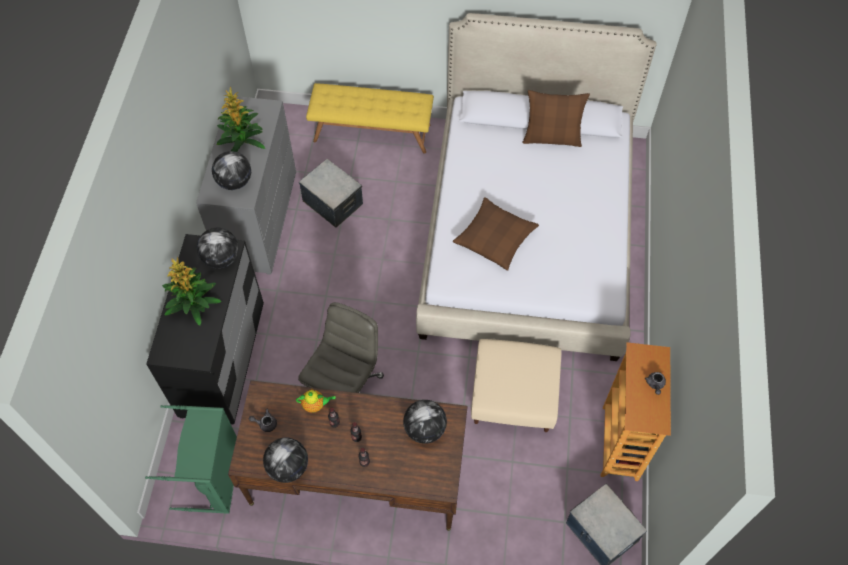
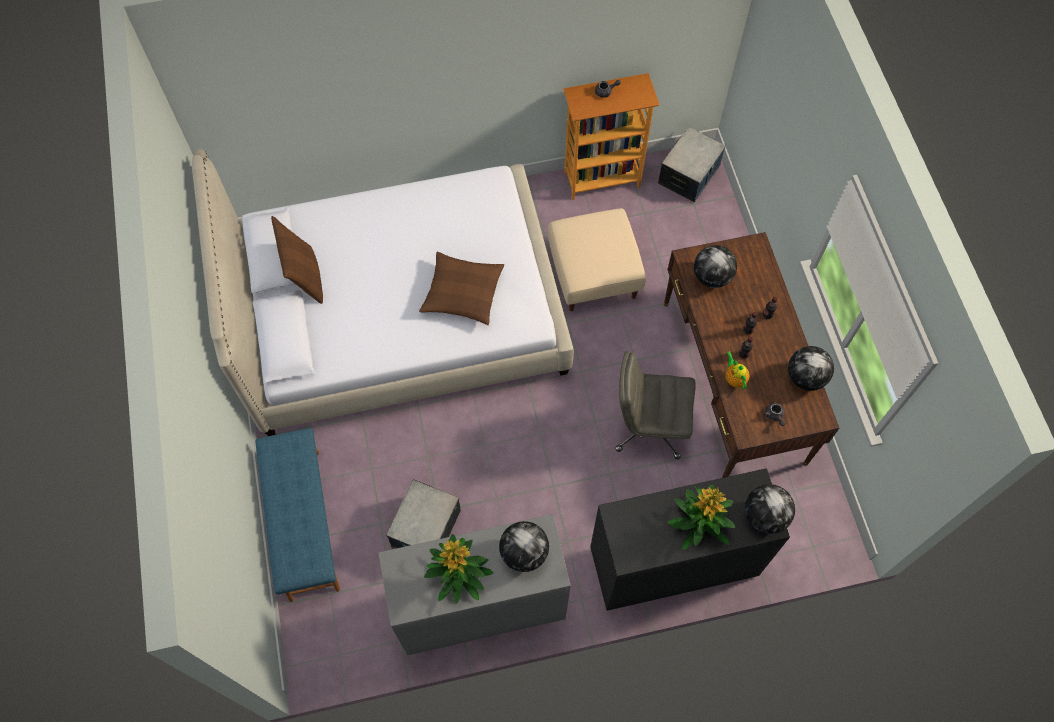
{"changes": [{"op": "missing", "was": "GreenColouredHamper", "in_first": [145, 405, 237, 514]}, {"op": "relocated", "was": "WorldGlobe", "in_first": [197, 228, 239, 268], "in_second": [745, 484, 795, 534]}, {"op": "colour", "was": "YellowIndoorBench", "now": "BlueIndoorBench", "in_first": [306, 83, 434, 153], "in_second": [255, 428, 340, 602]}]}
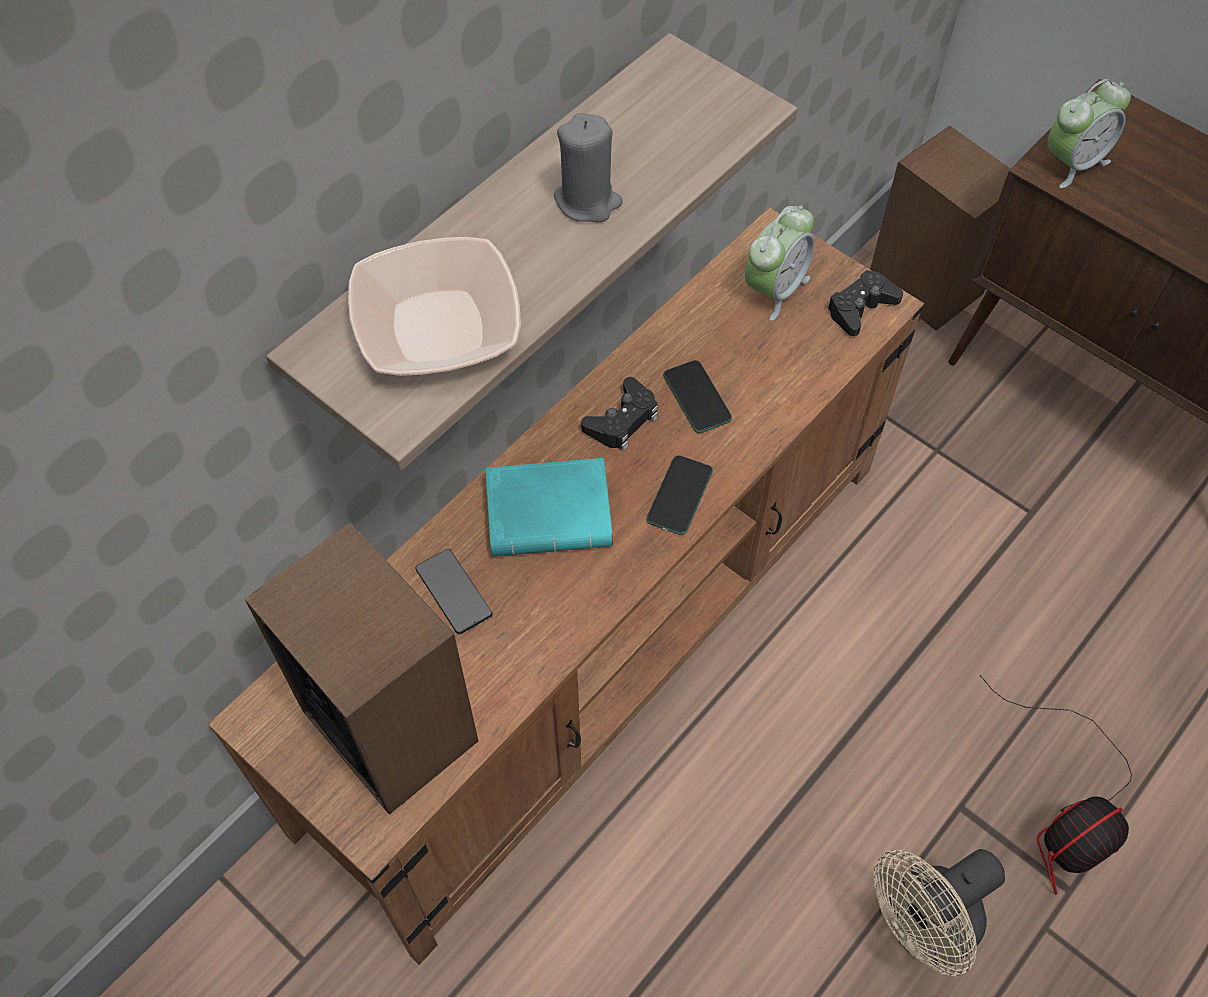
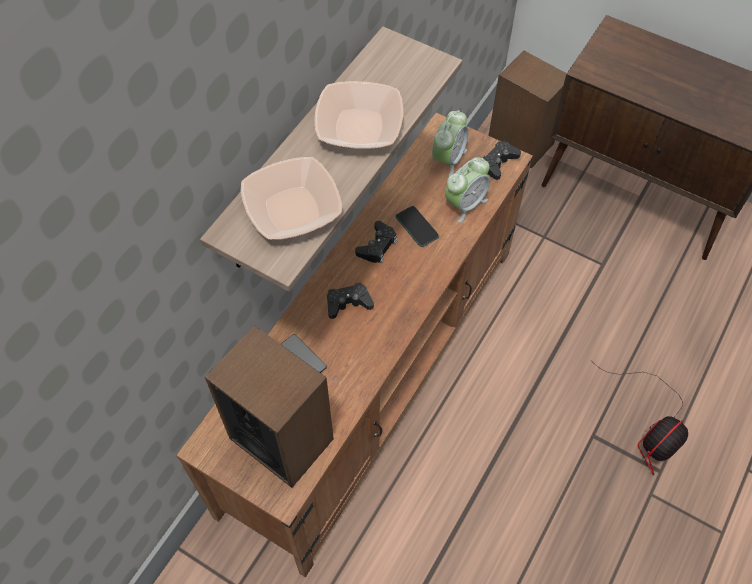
{"changes": [{"op": "missing", "was": "Phone", "in_first": [646, 455, 713, 535]}, {"op": "missing", "was": "BeigeColouredElectricFan", "in_first": [874, 849, 1005, 976]}, {"op": "relocated", "was": "TableClock", "in_first": [1048, 79, 1131, 188], "in_second": [445, 157, 490, 223]}, {"op": "exchanged", "was": "TurquoiseBook", "now": "BlackJoypad", "in_first": [485, 458, 613, 556], "in_second": [327, 282, 374, 319]}, {"op": "exchanged", "was": "GrayWaxLight", "now": "Bowl", "in_first": [554, 113, 623, 223], "in_second": [315, 81, 403, 149]}]}
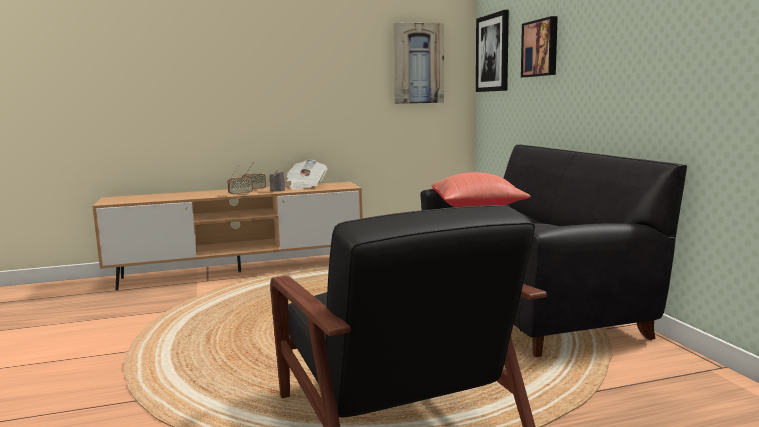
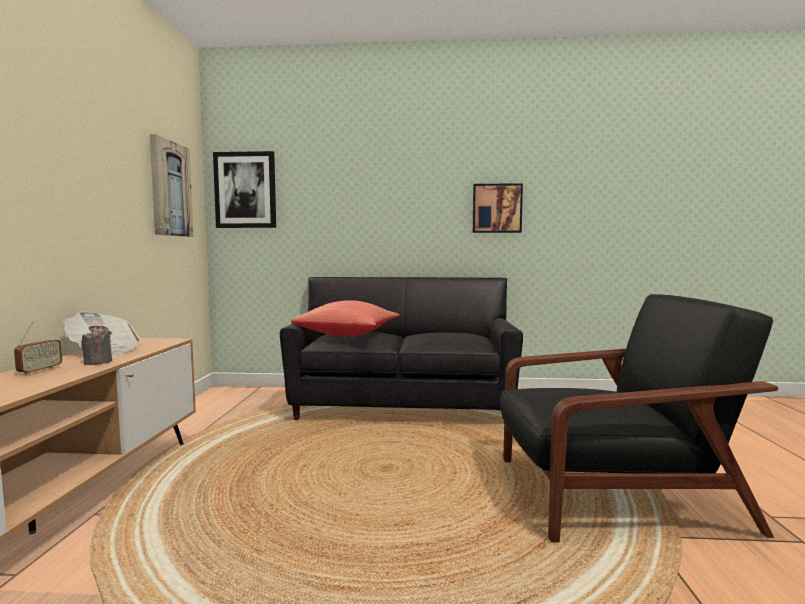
{"changes": [{"op": "missing", "was": "RadioReceiver", "in_first": [227, 165, 253, 196]}, {"op": "relocated", "was": "WallArt", "in_first": [521, 16, 558, 77], "in_second": [473, 183, 523, 233]}]}
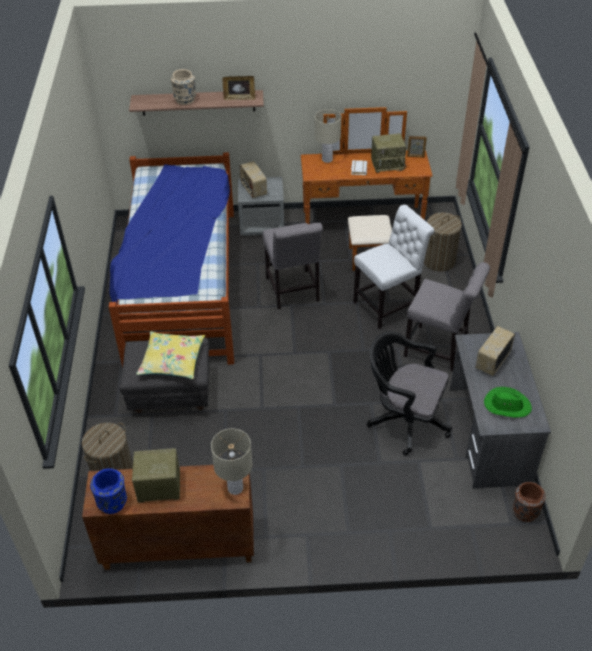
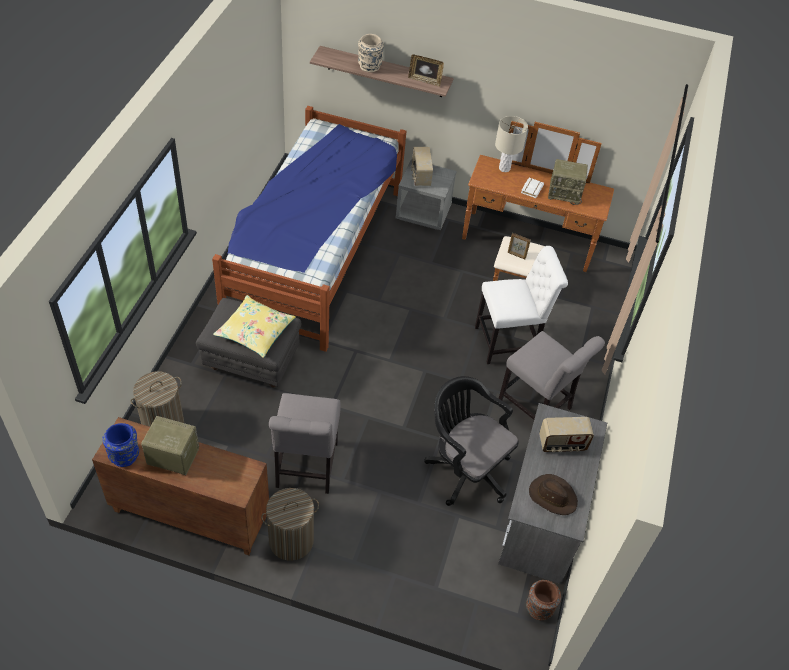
{"changes": [{"op": "missing", "was": "BeigeColouredTableLamp", "in_first": [211, 429, 252, 495]}, {"op": "relocated", "was": "GrayUprightChair", "in_first": [263, 223, 323, 309], "in_second": [269, 393, 341, 494]}, {"op": "relocated", "was": "PictureFrame", "in_first": [407, 136, 427, 158], "in_second": [508, 233, 531, 259]}, {"op": "relocated", "was": "Hamper", "in_first": [424, 212, 462, 271], "in_second": [261, 488, 319, 561]}, {"op": "colour", "was": "GreenColouredClothingHat", "now": "BrownClothingHat", "in_first": [484, 387, 532, 418], "in_second": [529, 474, 578, 515]}, {"op": "spun", "was": "RadioReceiver", "in_first": [475, 326, 515, 376], "in_second": [539, 417, 594, 453], "clockwise": -150}]}
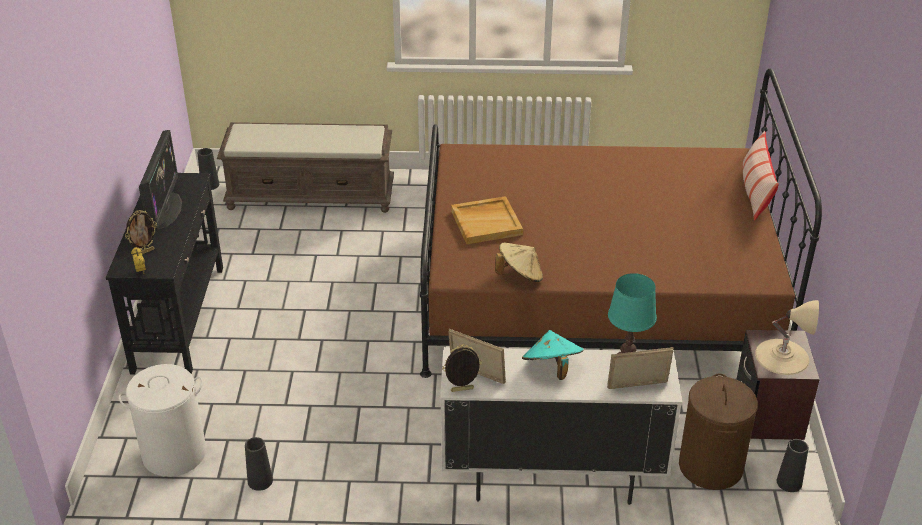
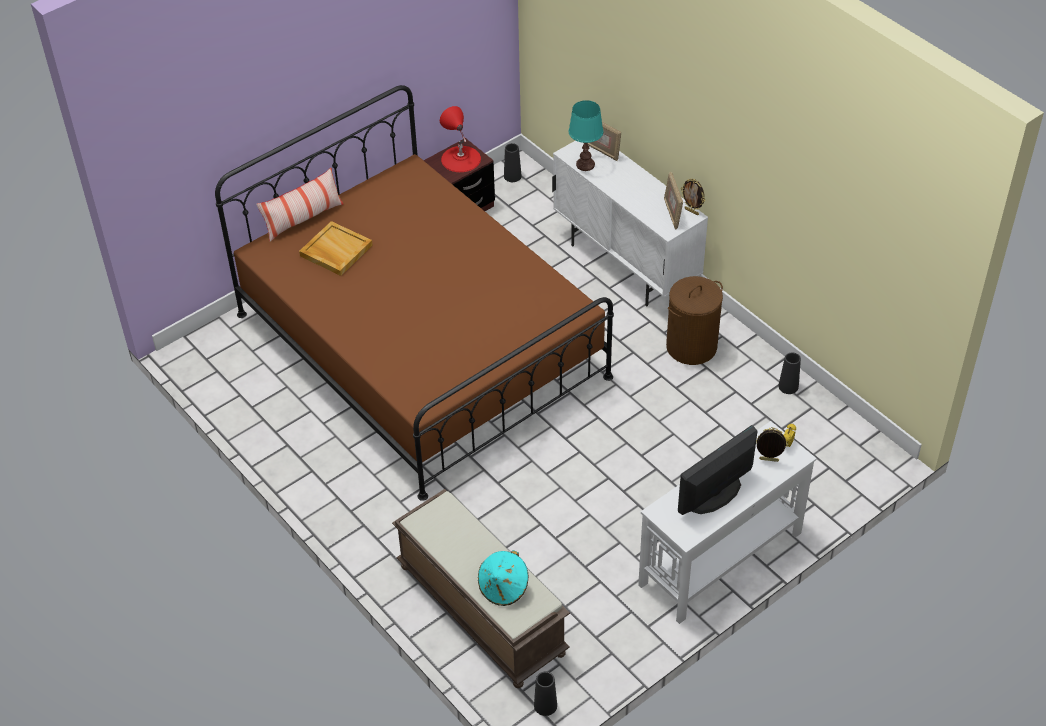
{"changes": [{"op": "missing", "was": "WhitishHamper", "in_first": [119, 364, 206, 477]}, {"op": "missing", "was": "BeigeColouredClothingHat", "in_first": [495, 243, 543, 282]}, {"op": "relocated", "was": "BeigeColouredServingTray", "in_first": [451, 196, 523, 244], "in_second": [299, 221, 373, 276]}, {"op": "relocated", "was": "TurquoiseClothingHat", "in_first": [522, 330, 584, 380], "in_second": [478, 550, 528, 606]}, {"op": "relocated", "was": "BrownHamper", "in_first": [679, 373, 758, 490], "in_second": [666, 276, 723, 365]}, {"op": "colour", "was": "BlackConsoleTable", "now": "WhitishConsoleTable", "in_first": [106, 173, 223, 374], "in_second": [638, 421, 817, 624]}, {"op": "colour", "was": "BeigeColouredTableLamp", "now": "RedTableLamp", "in_first": [755, 300, 819, 375], "in_second": [440, 106, 481, 172]}]}
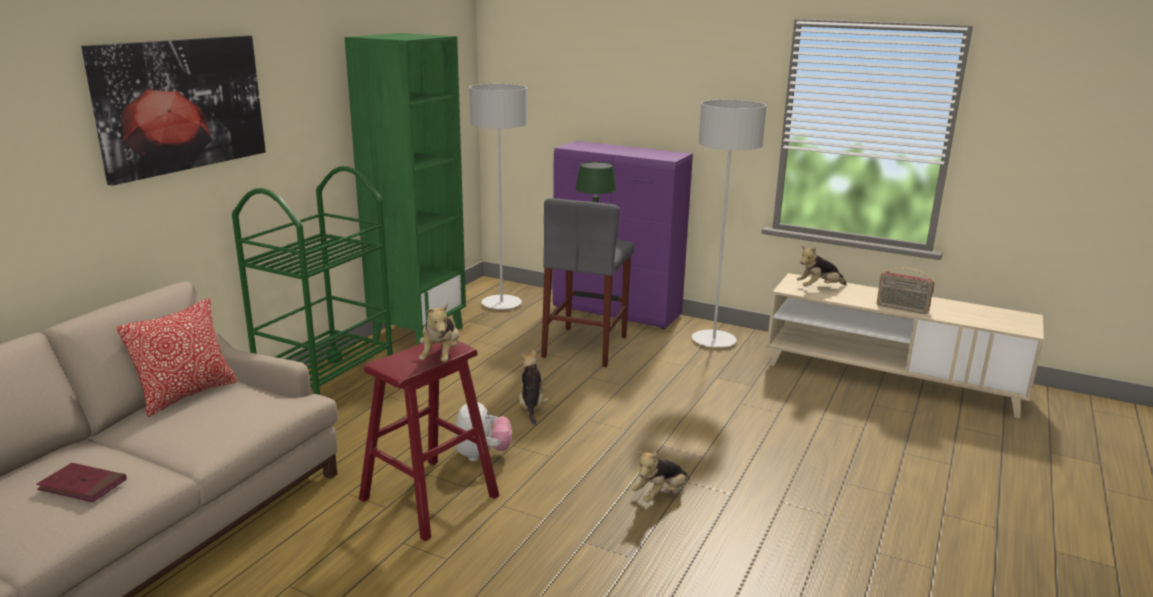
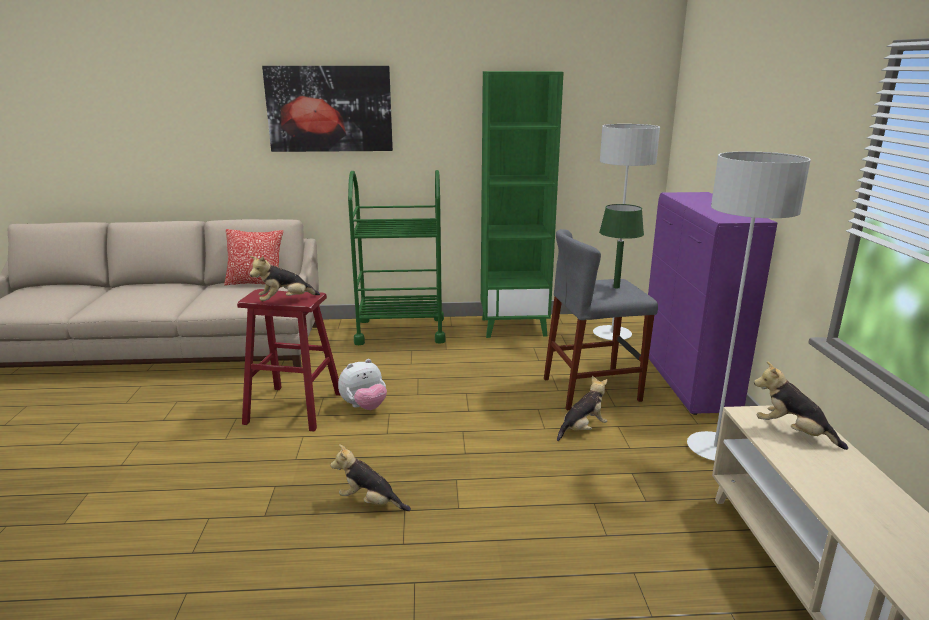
{"changes": [{"op": "missing", "was": "RedBook", "in_first": [36, 463, 127, 503]}, {"op": "missing", "was": "RadioReceiver", "in_first": [877, 268, 935, 314]}, {"op": "relocated", "was": "CuddlyToy", "in_first": [519, 349, 549, 425], "in_second": [557, 376, 608, 441]}]}
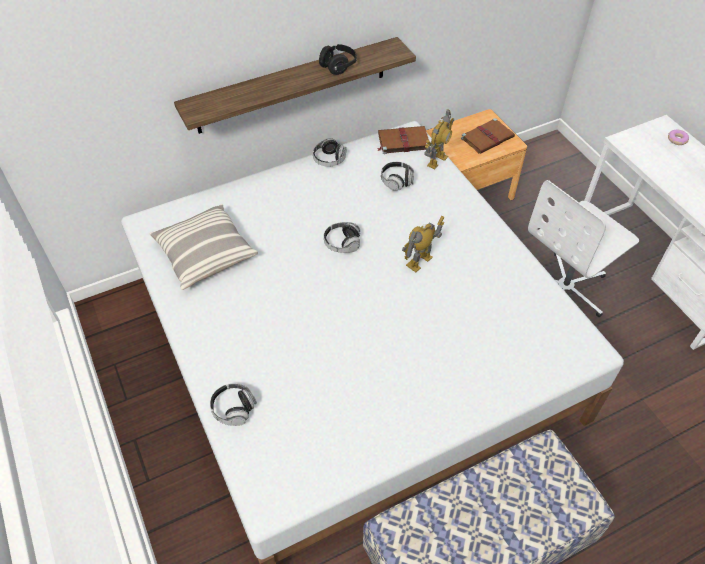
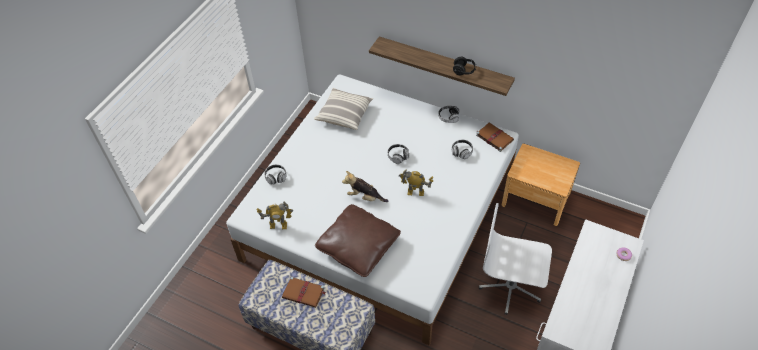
{"changes": [{"op": "appeared", "now": "BrownThrowPillow", "in_second": [315, 204, 401, 277]}, {"op": "appeared", "now": "CuddlyToy", "in_second": [342, 171, 388, 202]}, {"op": "relocated", "was": "ToyRobot", "in_first": [424, 109, 454, 169], "in_second": [256, 202, 293, 229]}, {"op": "relocated", "was": "BrownBook", "in_first": [461, 118, 515, 154], "in_second": [282, 276, 326, 308]}]}
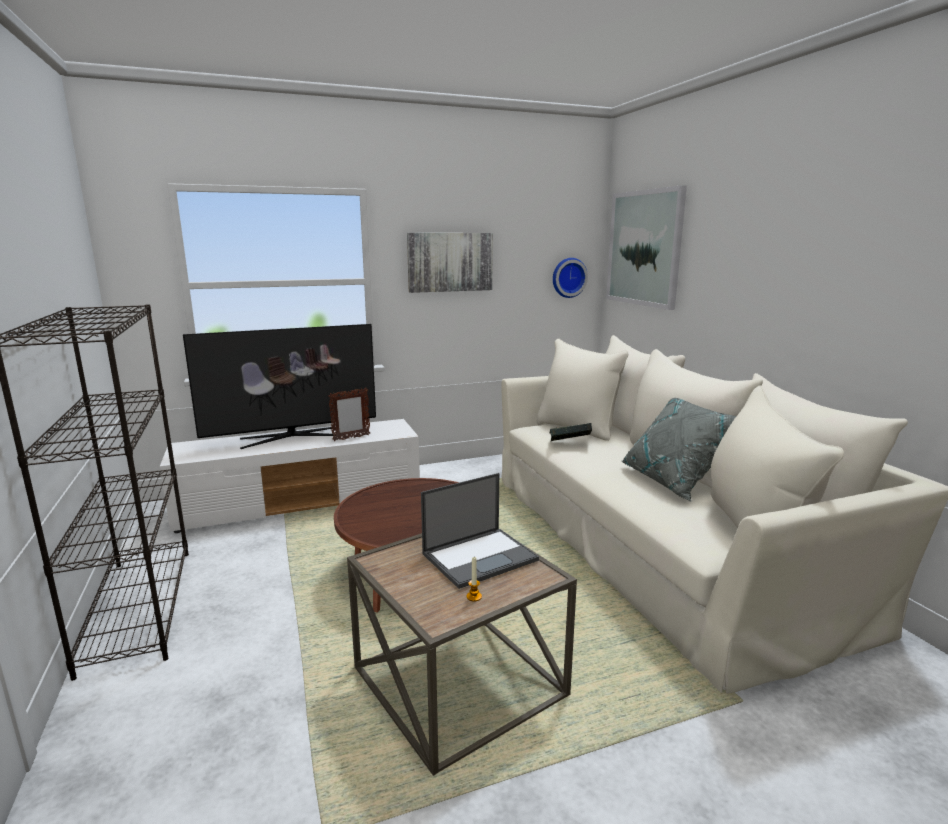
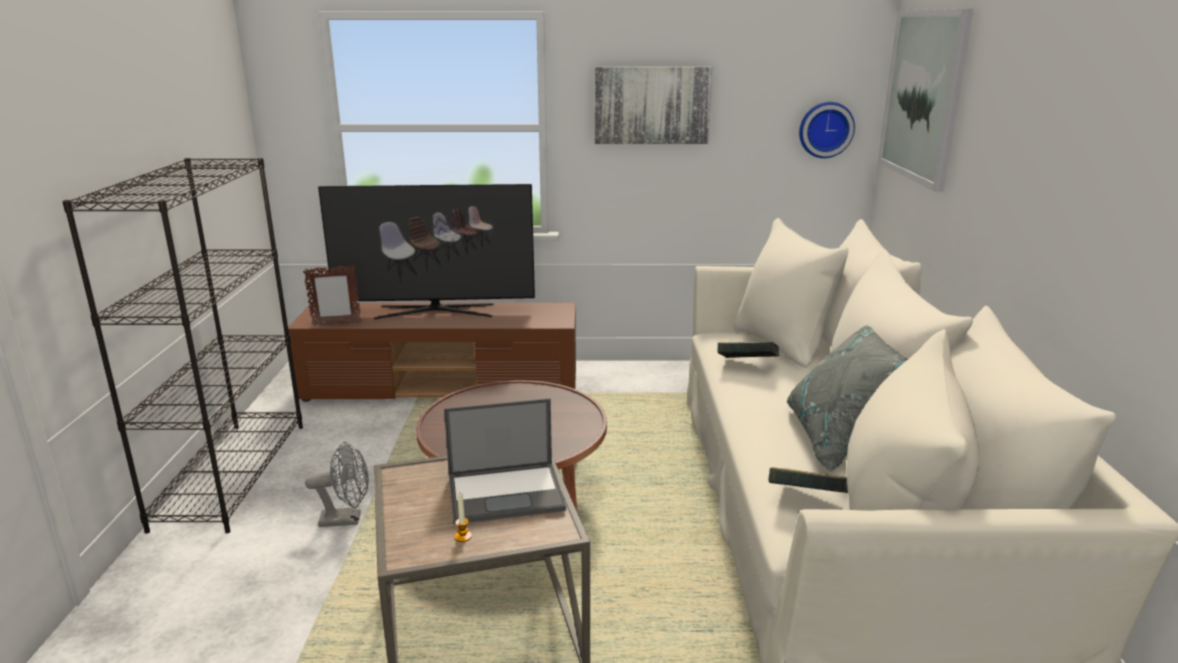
{"changes": [{"op": "appeared", "now": "GrayElectricFan", "in_second": [305, 442, 369, 527]}, {"op": "appeared", "now": "Book", "in_second": [768, 467, 848, 493]}, {"op": "relocated", "was": "PictureFrame", "in_first": [328, 388, 370, 441], "in_second": [303, 265, 362, 326]}, {"op": "colour", "was": "WhitishTvStand", "now": "BrownTvStand", "in_first": [160, 419, 420, 533], "in_second": [288, 302, 576, 402]}]}
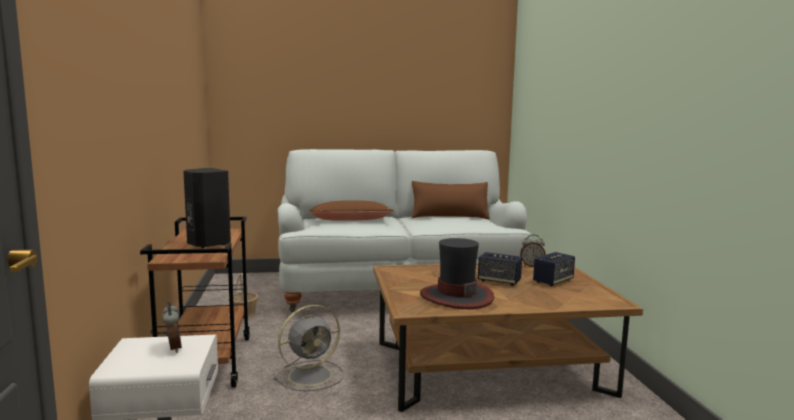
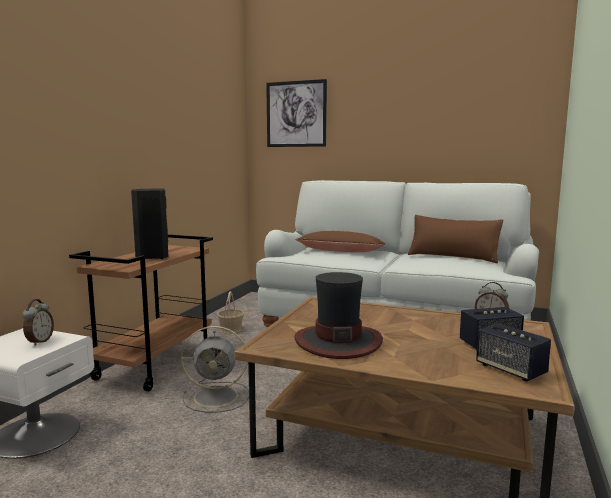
{"changes": [{"op": "appeared", "now": "WallArt", "in_second": [266, 79, 327, 147]}, {"op": "relocated", "was": "Speaker", "in_first": [478, 252, 522, 286], "in_second": [476, 323, 551, 381]}]}
